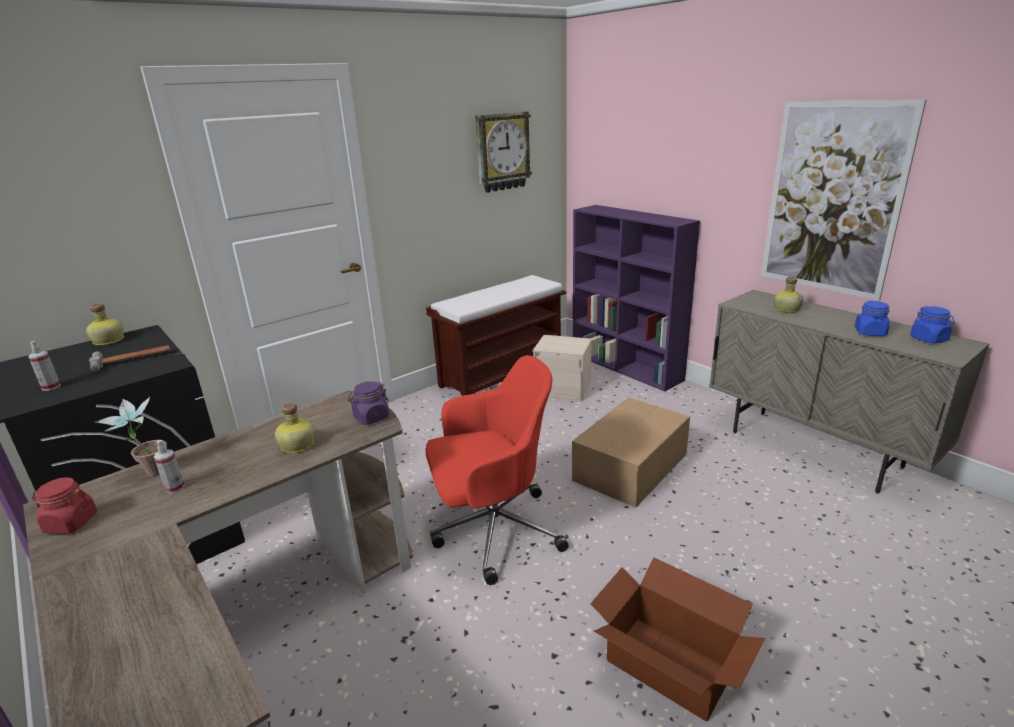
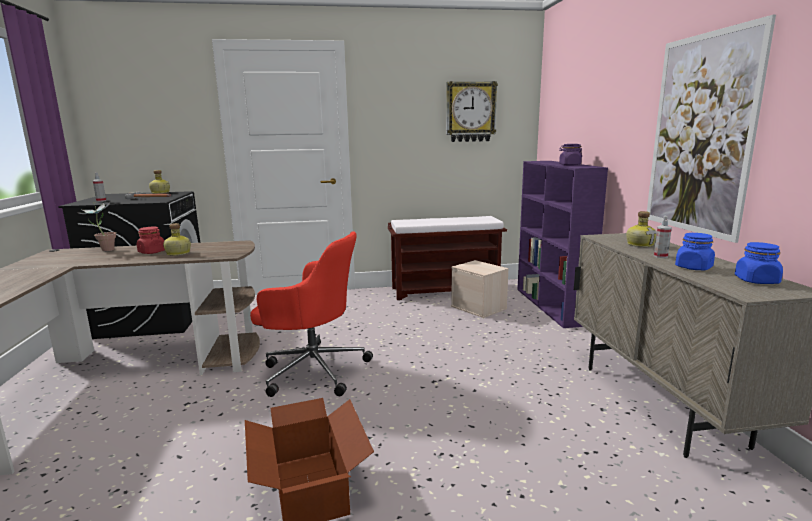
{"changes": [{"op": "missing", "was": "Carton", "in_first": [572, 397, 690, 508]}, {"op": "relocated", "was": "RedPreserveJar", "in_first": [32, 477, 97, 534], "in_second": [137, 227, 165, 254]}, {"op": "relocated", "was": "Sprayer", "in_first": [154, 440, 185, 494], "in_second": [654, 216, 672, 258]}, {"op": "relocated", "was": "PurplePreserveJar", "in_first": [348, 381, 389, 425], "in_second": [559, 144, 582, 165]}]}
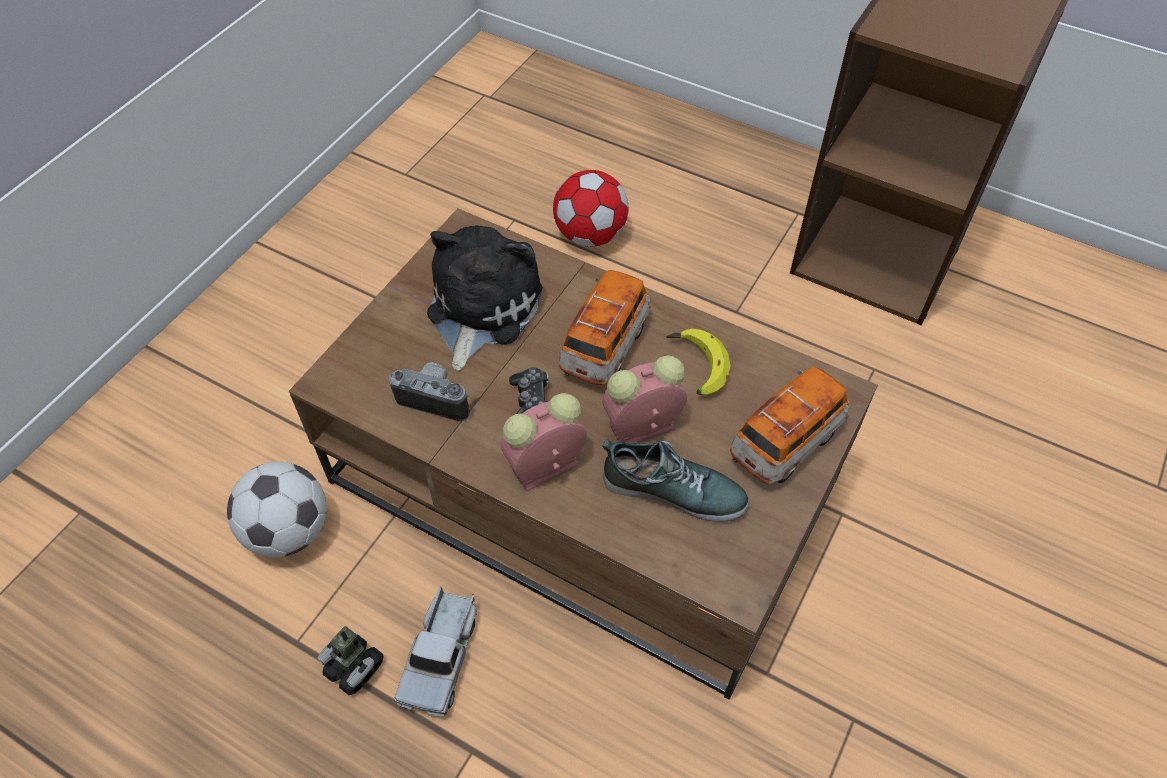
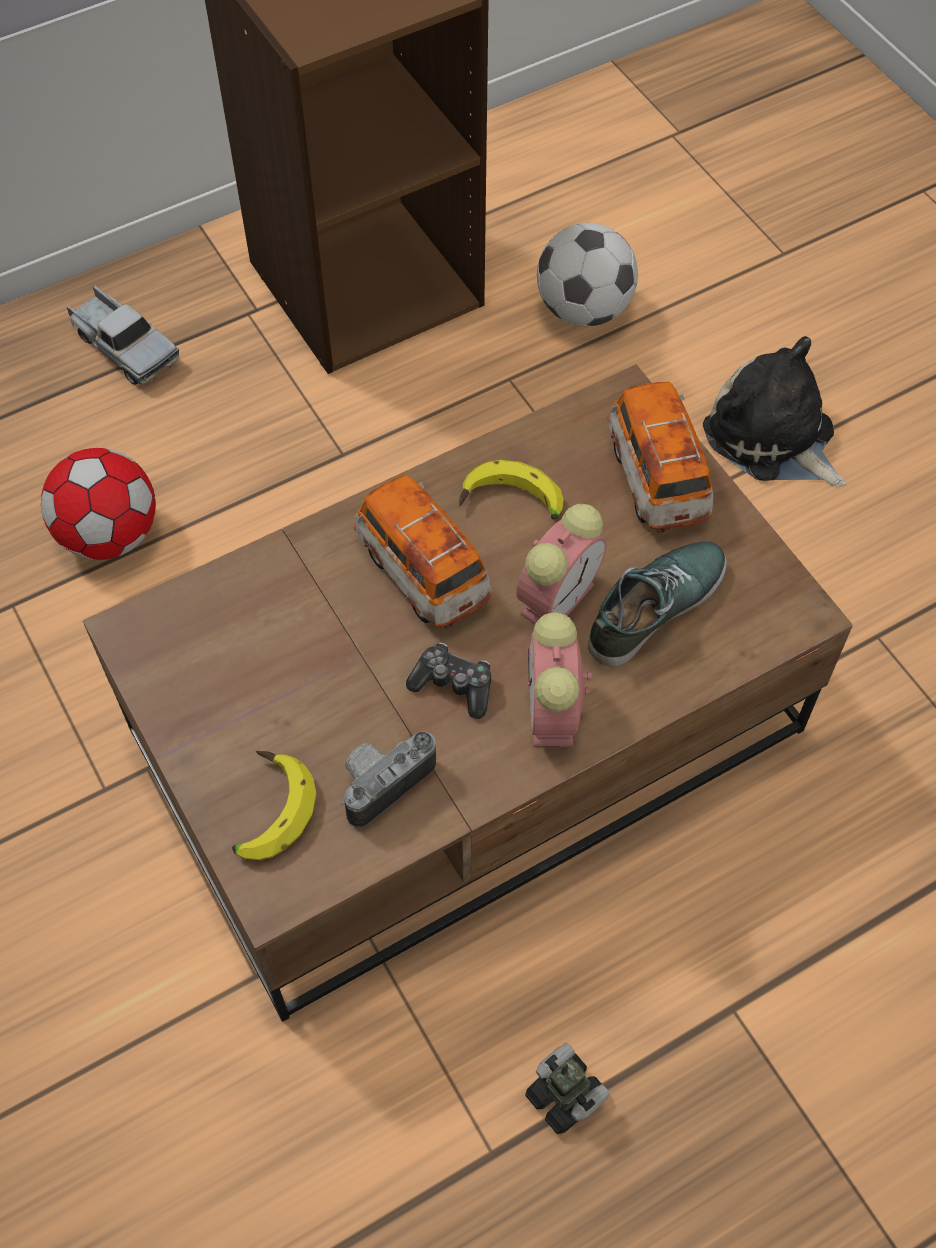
{"changes": [{"op": "appeared", "now": "Banana", "in_second": [232, 751, 317, 860]}, {"op": "relocated", "was": "FootballBall", "in_first": [227, 462, 327, 558], "in_second": [537, 223, 638, 327]}, {"op": "relocated", "was": "ModelTruck", "in_first": [394, 586, 477, 717], "in_second": [65, 285, 179, 385]}, {"op": "relocated", "was": "CuddlyToy", "in_first": [427, 225, 543, 371], "in_second": [703, 336, 846, 487]}, {"op": "spun", "was": "ToyRobot", "in_first": [317, 626, 384, 695], "in_second": [525, 1043, 610, 1134], "clockwise": -105}, {"op": "spun", "was": "TableClock", "in_first": [602, 355, 687, 444], "in_second": [516, 504, 606, 624], "clockwise": -150}]}
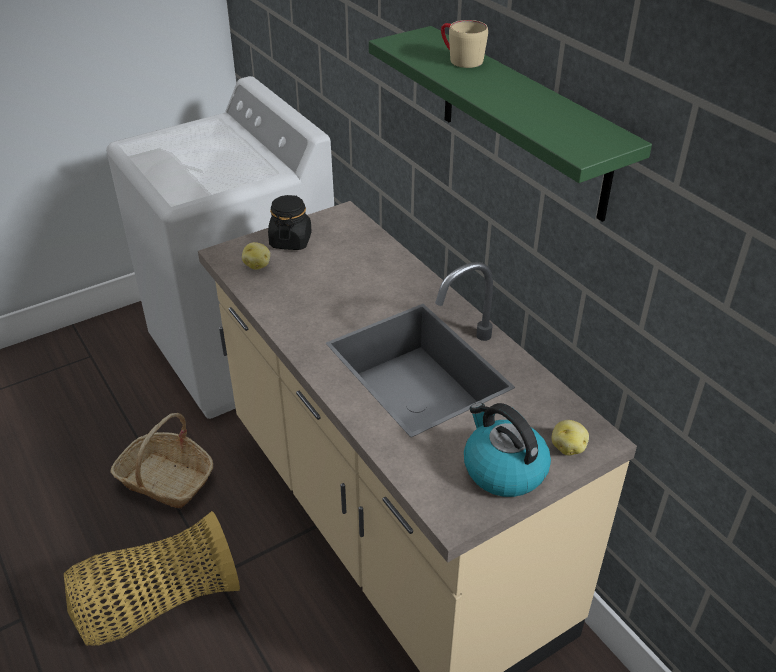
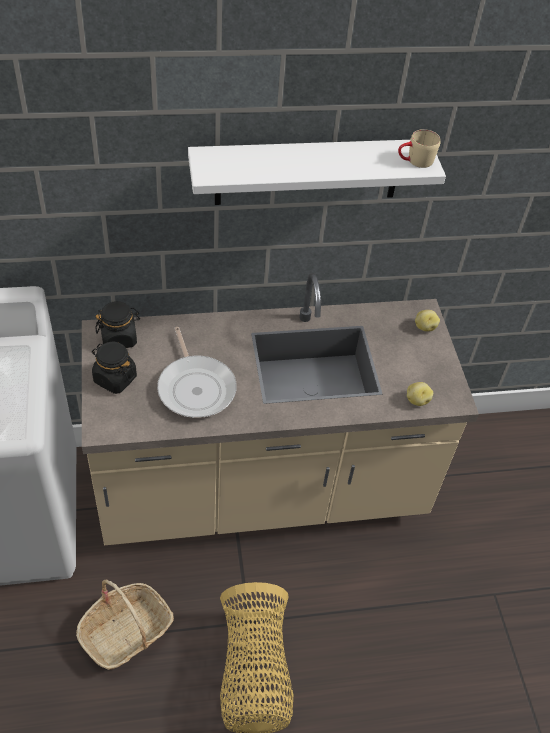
{"changes": [{"op": "missing", "was": "Kettle", "in_first": [464, 403, 551, 497]}, {"op": "appeared", "now": "BlackPreserveJar", "in_second": [95, 301, 140, 348]}, {"op": "appeared", "now": "Skillet", "in_second": [157, 327, 237, 418]}, {"op": "relocated", "was": "Potato", "in_first": [242, 242, 270, 270], "in_second": [407, 382, 433, 406]}, {"op": "relocated", "was": "BeigeColouredCoffeeMug", "in_first": [441, 20, 488, 68], "in_second": [398, 129, 441, 168]}, {"op": "colour", "was": "GreenColouredBracketShelf", "now": "WhitishBracketShelf", "in_first": [369, 26, 652, 222], "in_second": [188, 140, 446, 205]}]}
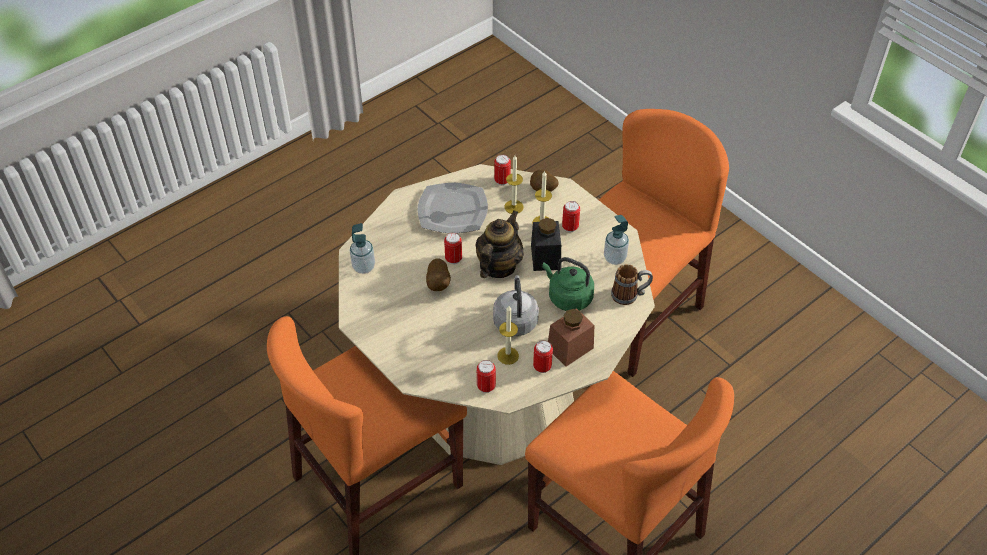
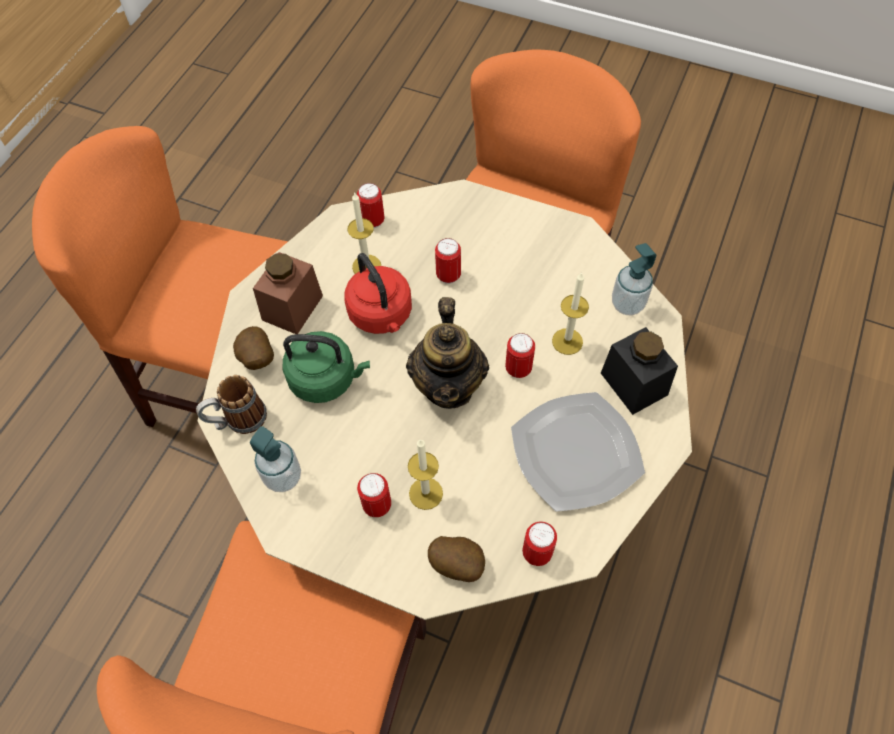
{"changes": [{"op": "relocated", "was": "Potato", "in_first": [426, 259, 451, 291], "in_second": [233, 326, 274, 370]}, {"op": "relocated", "was": "WaxLight", "in_first": [504, 155, 524, 214], "in_second": [552, 273, 589, 355]}, {"op": "relocated", "was": "BlackPreserveJar", "in_first": [531, 218, 561, 271], "in_second": [601, 327, 678, 415]}, {"op": "relocated", "was": "SealedCan", "in_first": [533, 340, 553, 373], "in_second": [435, 238, 461, 284]}, {"op": "colour", "was": "GrayKettle", "now": "RedKettle", "in_first": [493, 275, 539, 336], "in_second": [344, 253, 412, 334]}]}
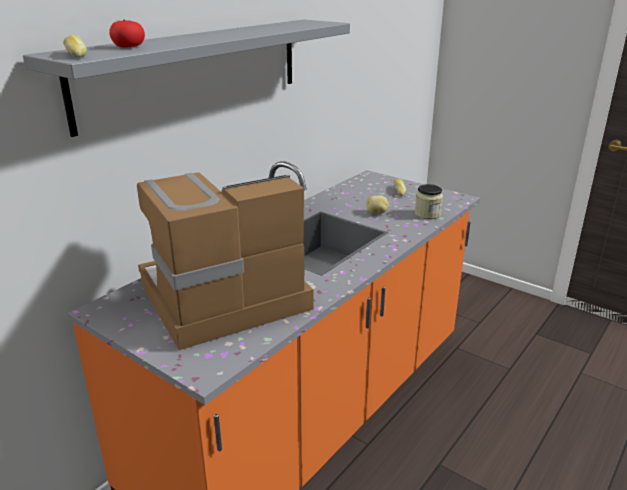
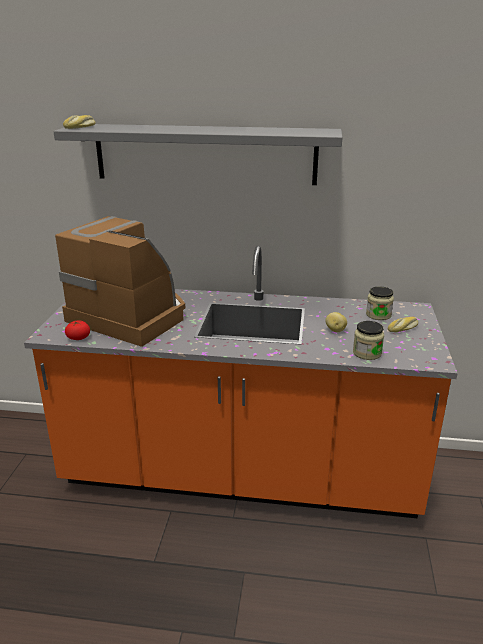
{"changes": [{"op": "appeared", "now": "PreserveJar", "in_second": [366, 287, 394, 320]}, {"op": "relocated", "was": "WholeTomato", "in_first": [109, 20, 145, 48], "in_second": [65, 320, 90, 340]}]}
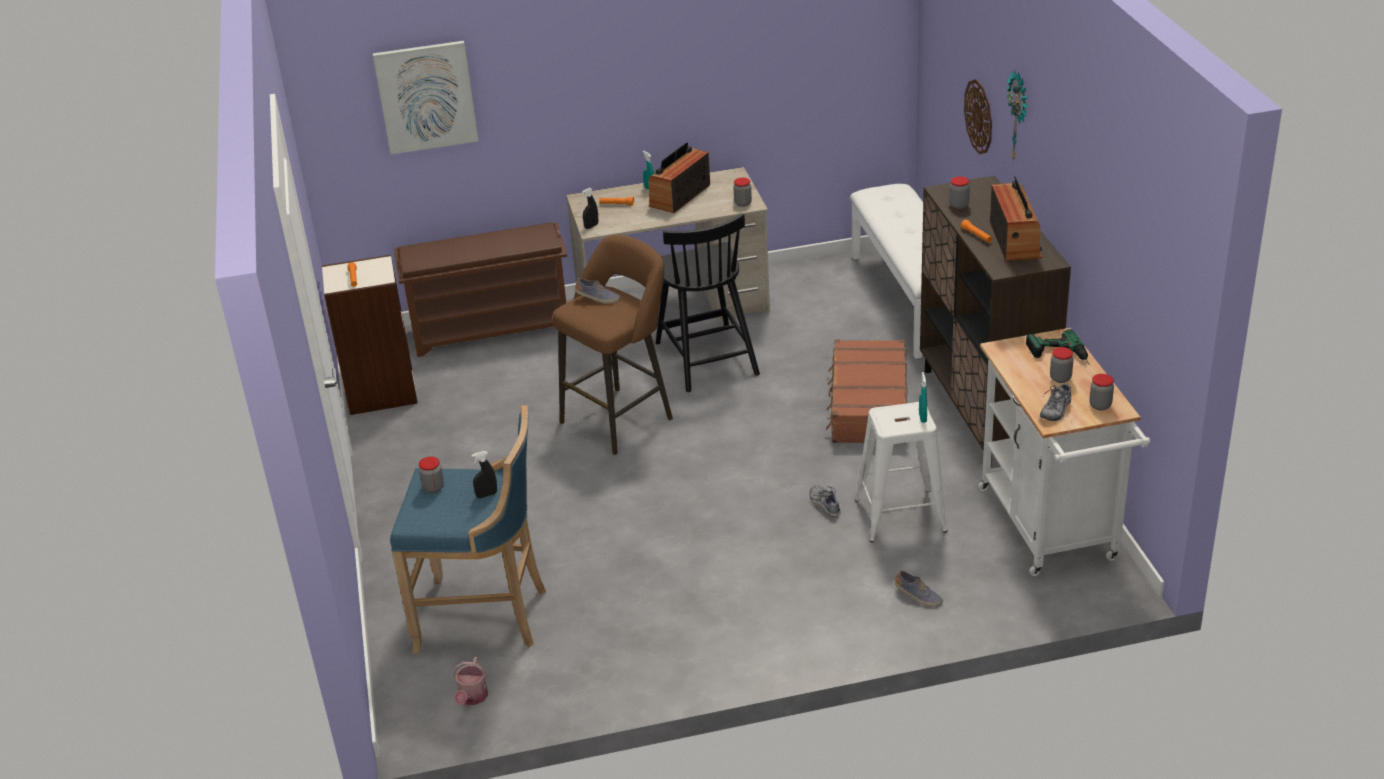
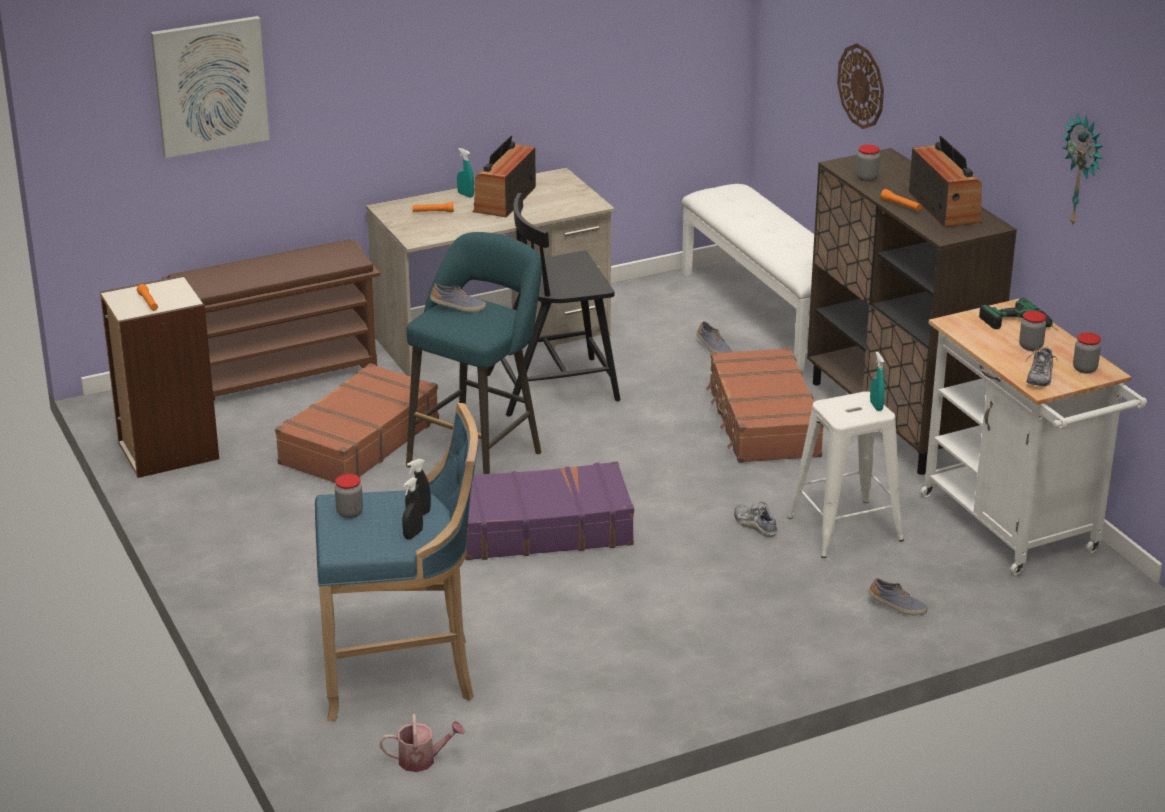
{"changes": [{"op": "missing", "was": "PreserveJar", "in_first": [733, 178, 752, 207]}, {"op": "appeared", "now": "BrownPieceOfLuggage", "in_second": [275, 363, 439, 483]}, {"op": "appeared", "now": "PurplePieceOfLuggage", "in_second": [465, 461, 634, 560]}, {"op": "appeared", "now": "Shoe", "in_second": [697, 321, 733, 353]}, {"op": "relocated", "was": "BlackSprayer", "in_first": [582, 188, 598, 229], "in_second": [402, 477, 423, 540]}, {"op": "relocated", "was": "ClockOnTheWall", "in_first": [1007, 70, 1028, 161], "in_second": [1062, 113, 1103, 227]}, {"op": "colour", "was": "BrownStoolSeat", "now": "TurquoiseStoolSeat", "in_first": [553, 235, 673, 455], "in_second": [406, 232, 542, 474]}, {"op": "spun", "was": "SprinklingCan", "in_first": [453, 657, 488, 705], "in_second": [379, 714, 465, 772], "clockwise": -90}, {"op": "spun", "was": "BlackUprightChair", "in_first": [656, 214, 760, 392], "in_second": [487, 193, 620, 416], "clockwise": 105}]}
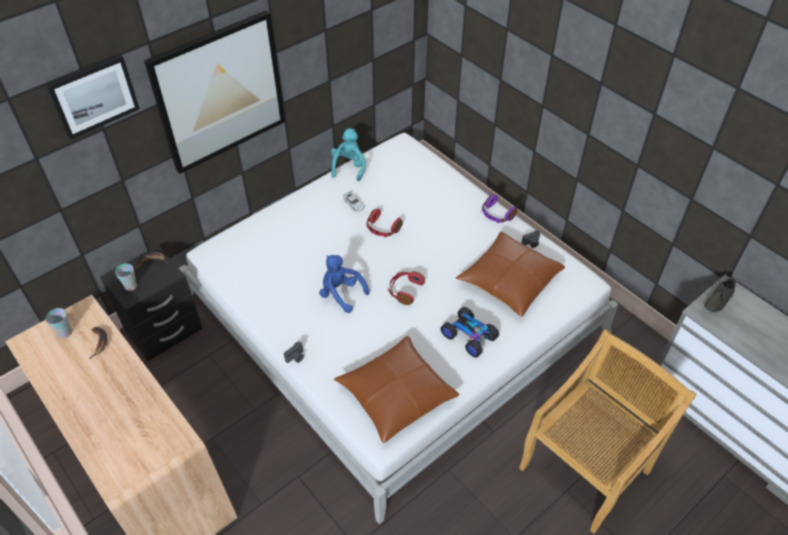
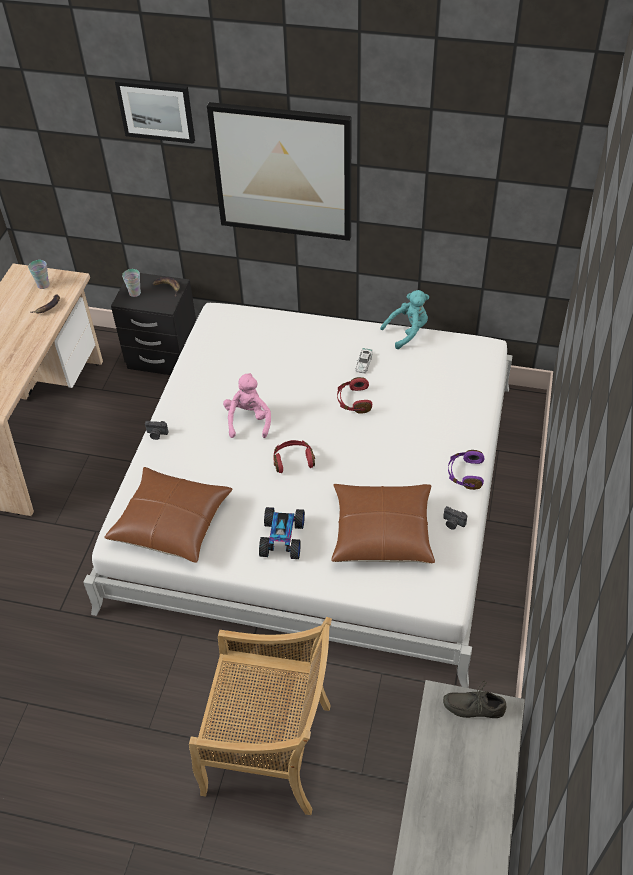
{"changes": [{"op": "colour", "was": "BlueCuddlyToy", "now": "PinkColouredCuddlyToy", "in_first": [319, 255, 370, 313], "in_second": [223, 373, 271, 438]}]}
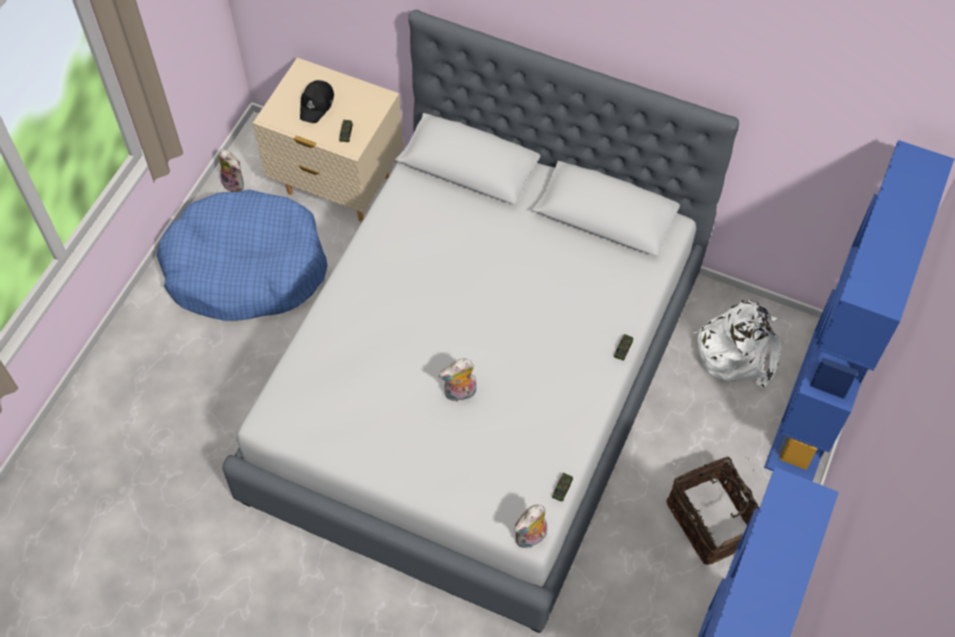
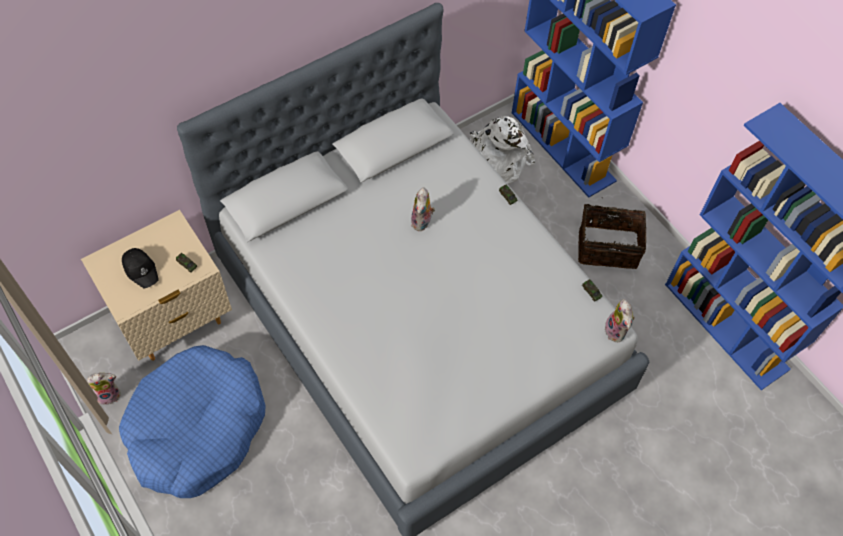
{"changes": [{"op": "relocated", "was": "CuddlyToy", "in_first": [439, 359, 477, 402], "in_second": [411, 187, 435, 231]}]}
